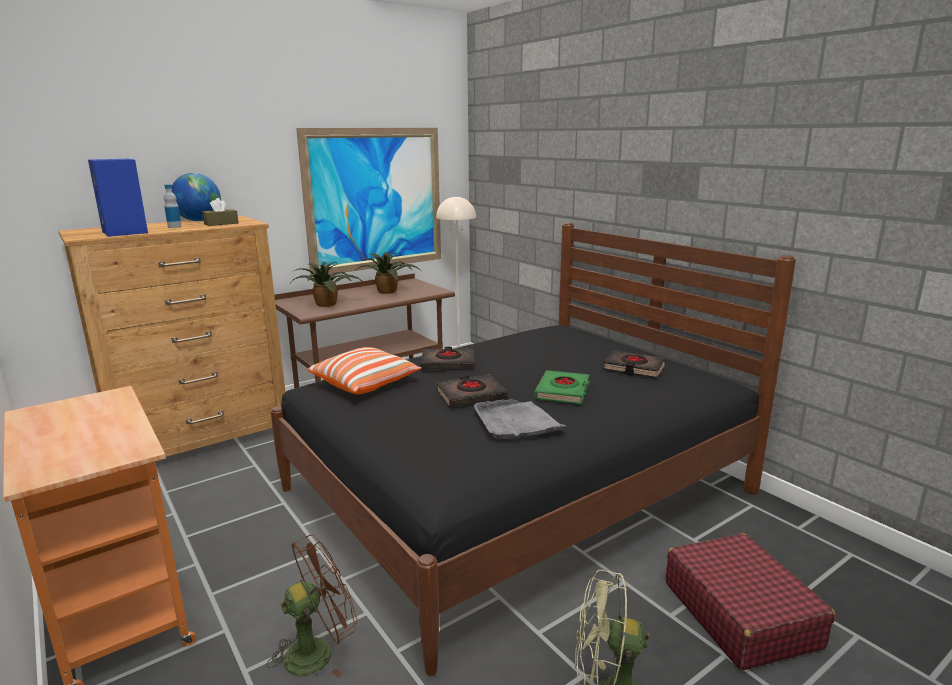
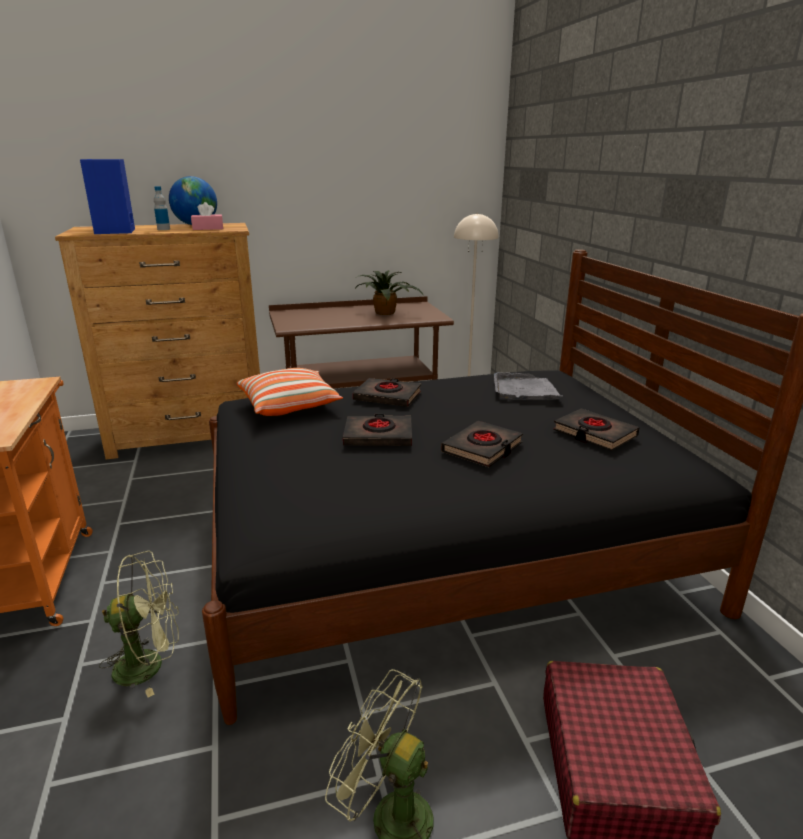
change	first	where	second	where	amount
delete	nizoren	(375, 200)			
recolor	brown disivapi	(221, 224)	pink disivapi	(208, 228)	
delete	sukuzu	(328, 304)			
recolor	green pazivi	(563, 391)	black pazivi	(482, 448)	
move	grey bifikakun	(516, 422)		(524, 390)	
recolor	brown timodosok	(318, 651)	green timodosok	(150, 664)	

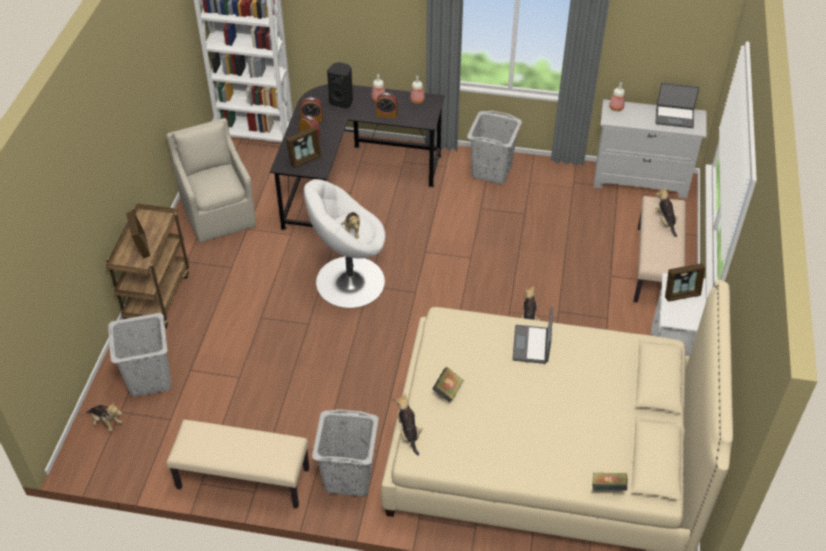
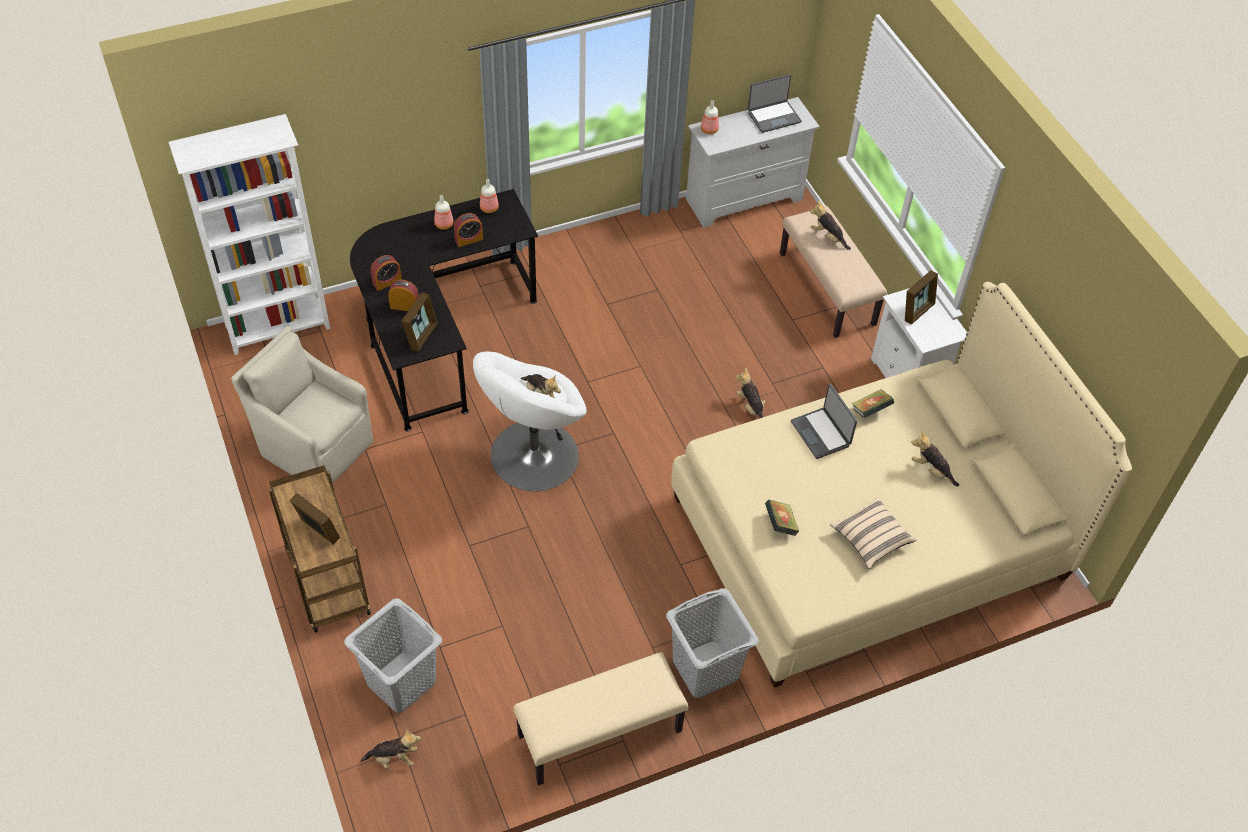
change	first	where	second	where	amount
delete	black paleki	(342, 102)			
delete	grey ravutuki	(492, 171)			
move	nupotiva	(408, 433)		(931, 470)	
move	pazivi	(608, 487)		(870, 410)	
insert			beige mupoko	(871, 539)	

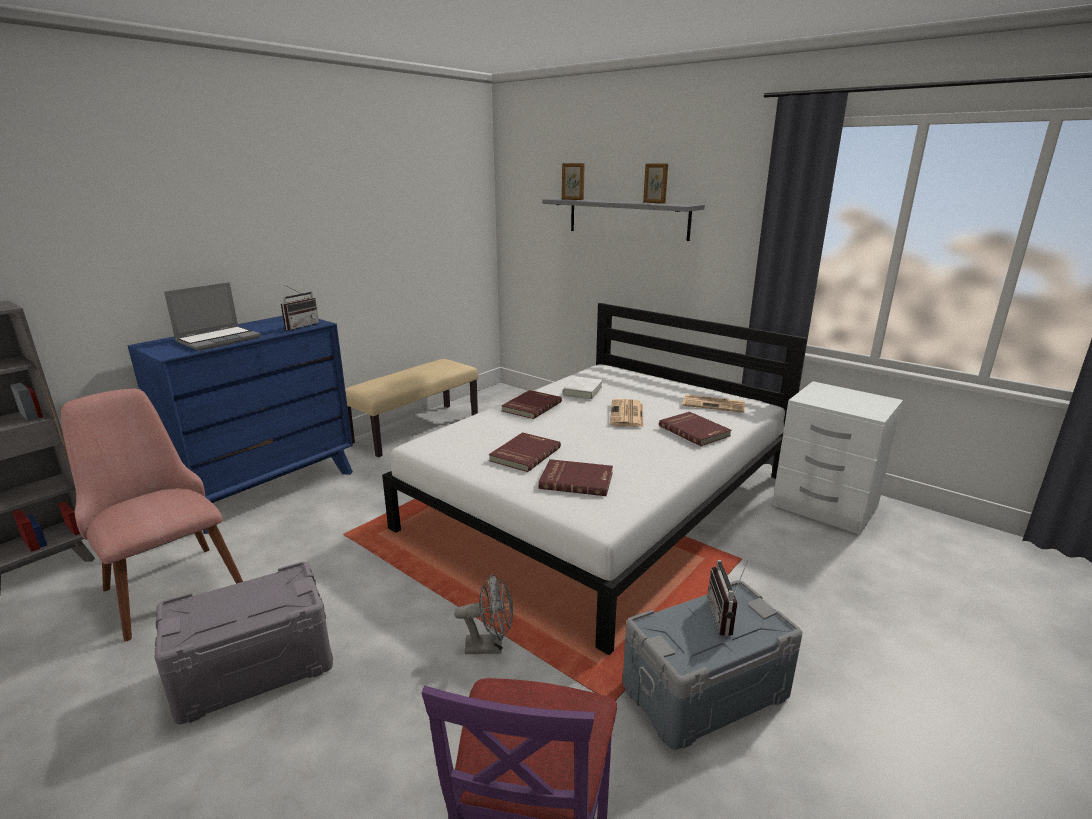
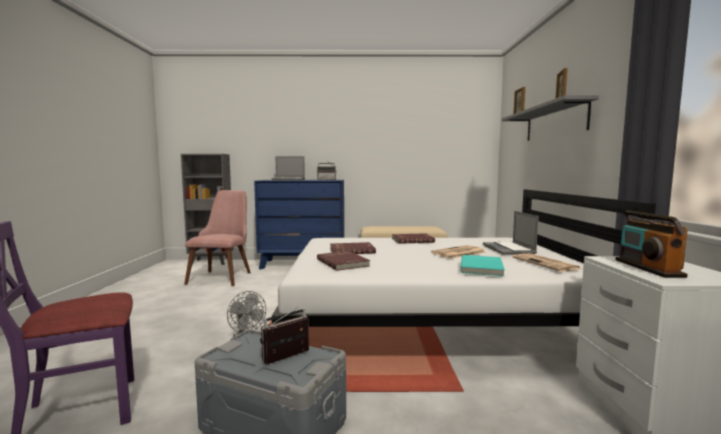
change	first	where	second	where	amount
delete	white pazivi	(582, 392)			
recolor	red pazivi	(695, 431)	turquoise pazivi	(482, 267)	
delete	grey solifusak	(254, 667)			
insert			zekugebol	(648, 268)	
insert			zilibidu	(509, 249)	

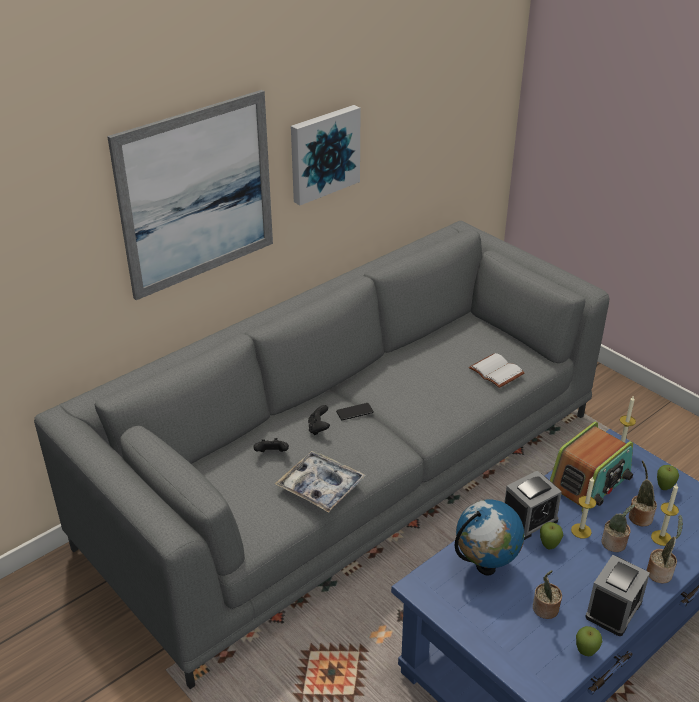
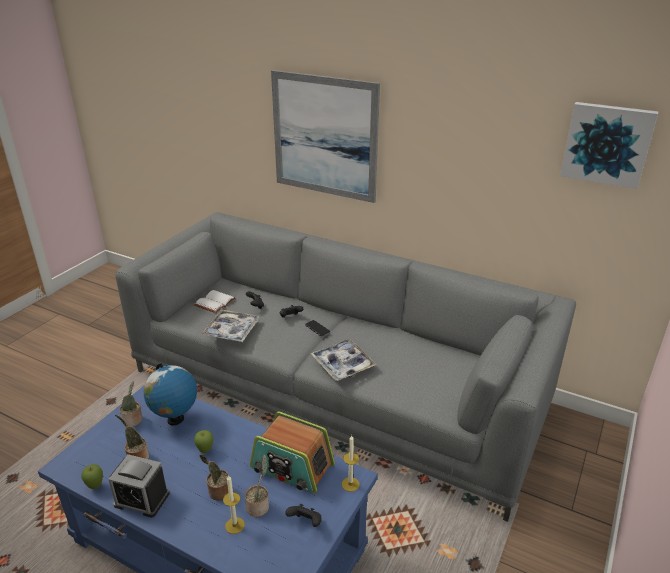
change	first	where	second	where	amount
move	nizoren	(323, 153)		(607, 144)	
move	white pazivi	(494, 372)		(214, 302)	
replace	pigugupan	(664, 488)	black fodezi	(305, 522)	
delete	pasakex	(529, 520)			
delete	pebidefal	(581, 531)			
move	sukuzu	(660, 572)		(133, 420)	
insert			bifikakun	(343, 364)	

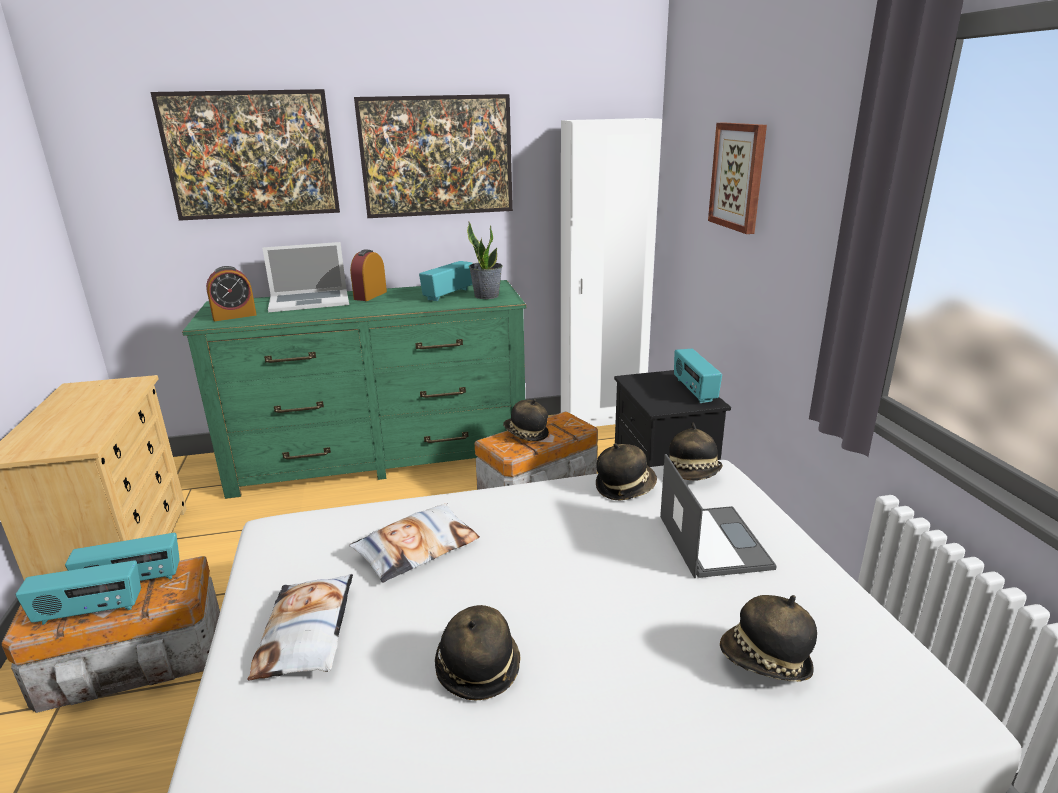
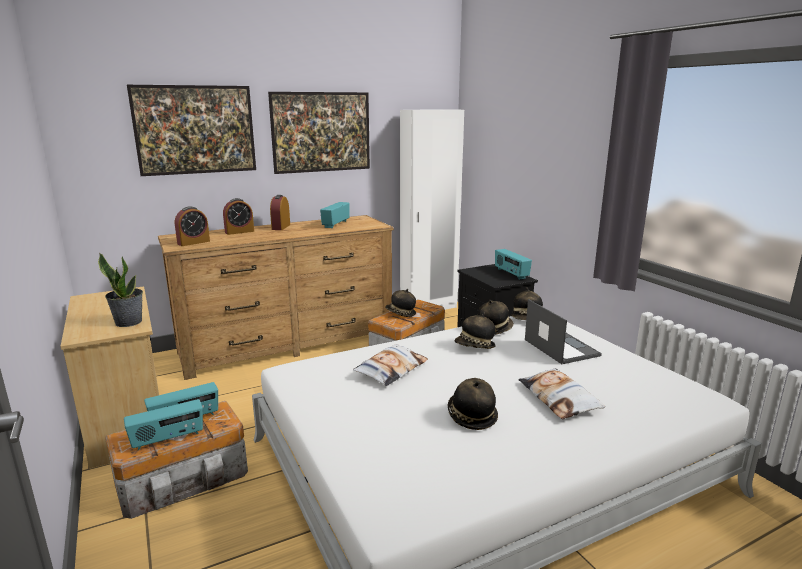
change	first	where	second	where	amount
delete	nizoren	(738, 176)			
move	sukuzu	(486, 295)		(129, 322)	
replace	zilibidu	(309, 301)	pasakex	(239, 232)	
recolor	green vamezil	(381, 457)	brown vamezil	(288, 344)	
move	mupoko	(308, 633)		(559, 398)	
move	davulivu	(765, 662)		(475, 347)	

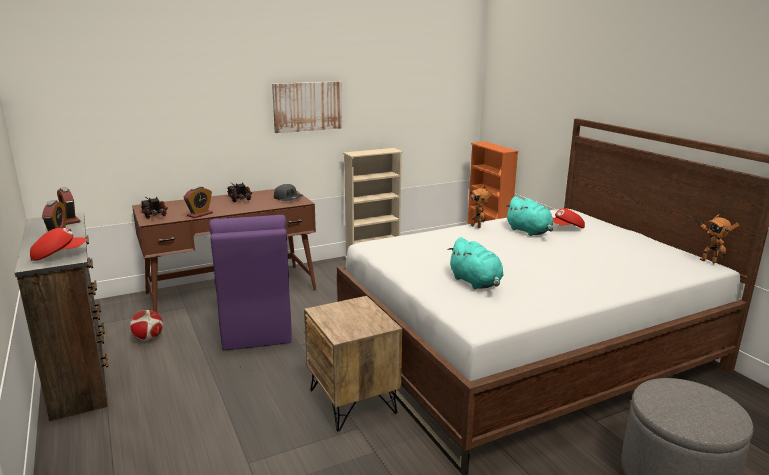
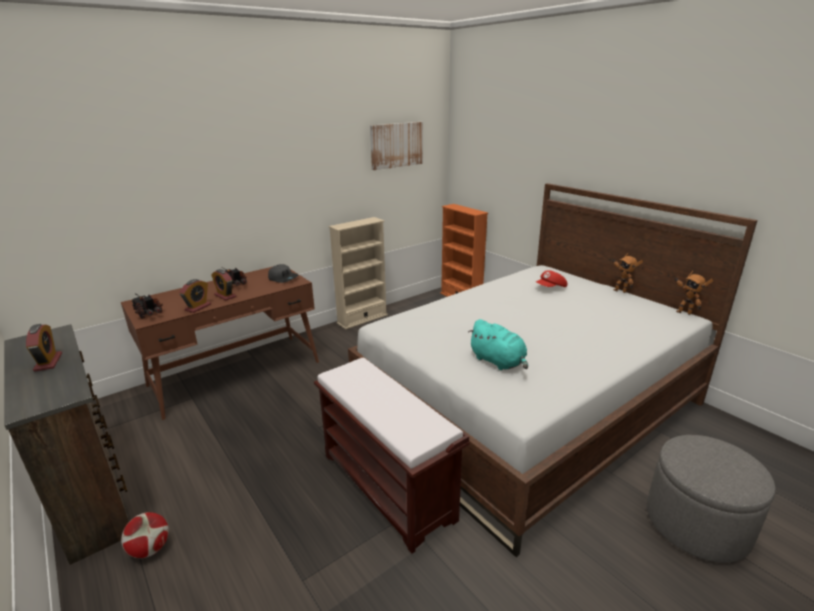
change	first	where	second	where	amount
move	nizoren	(307, 106)		(396, 145)	
move	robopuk	(477, 226)		(620, 291)	
move	pasakex	(69, 220)		(225, 296)	
delete	turquoise nupotiva	(529, 232)			
delete	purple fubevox	(255, 328)			
delete	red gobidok	(58, 255)			
replace	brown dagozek	(353, 401)	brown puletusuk	(388, 486)	
move	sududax	(148, 339)		(150, 549)	

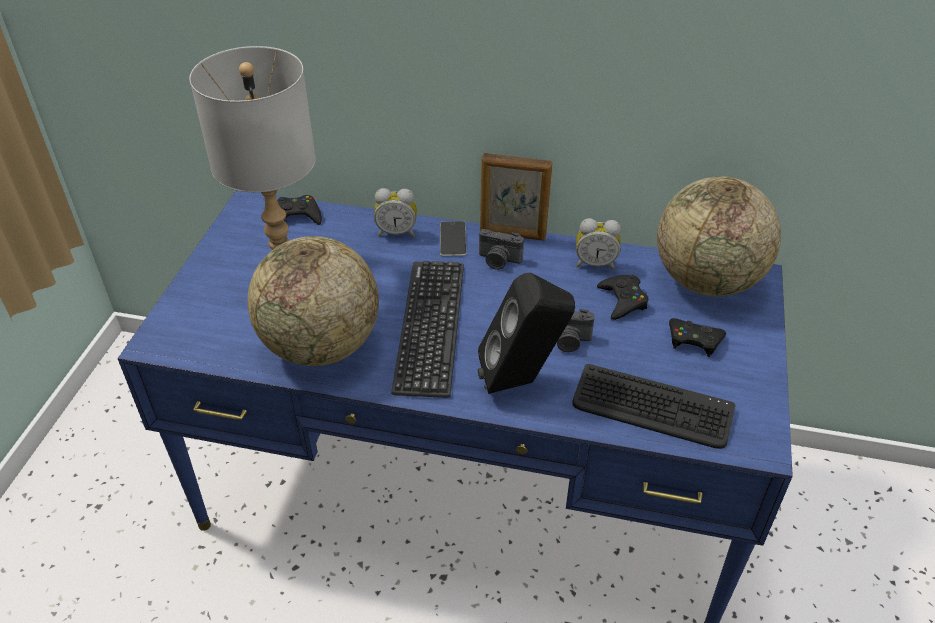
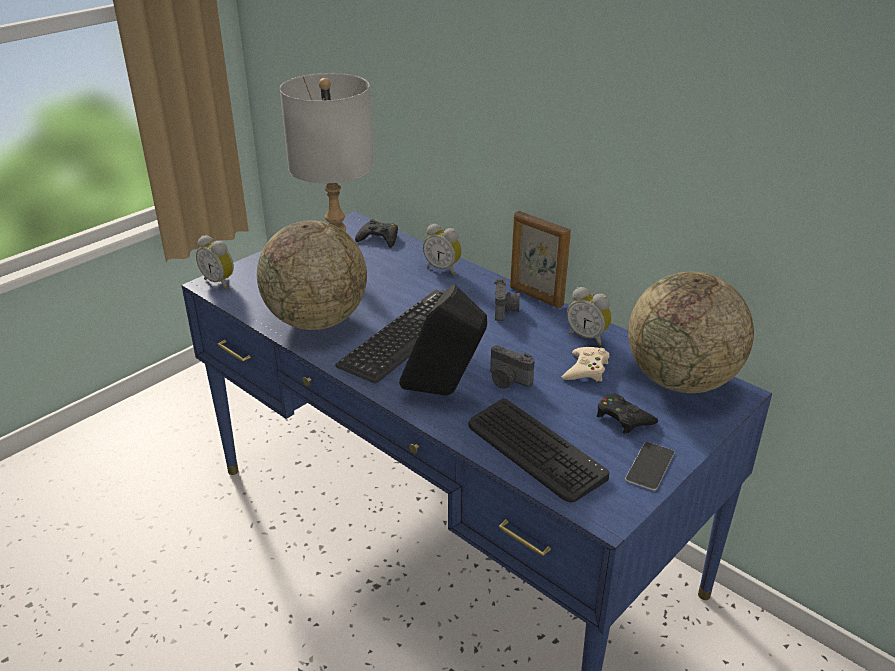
change	first	where	second	where	amount
move	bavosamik	(453, 239)		(650, 466)	
rotate	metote	(498, 261)		(506, 310)	135 degrees counterclockwise
recolor	black fodezi	(622, 300)	beige fodezi	(586, 369)	
insert			pasakex	(220, 281)	

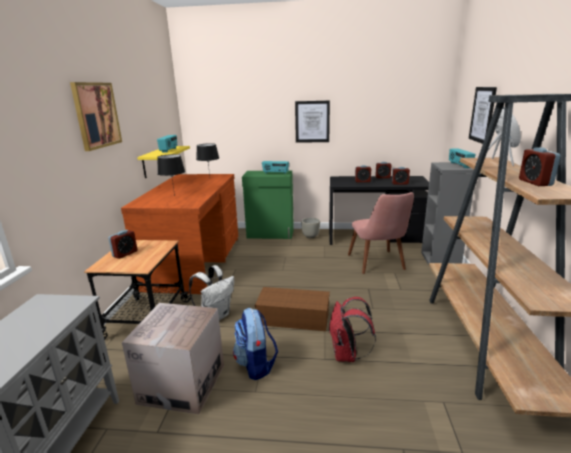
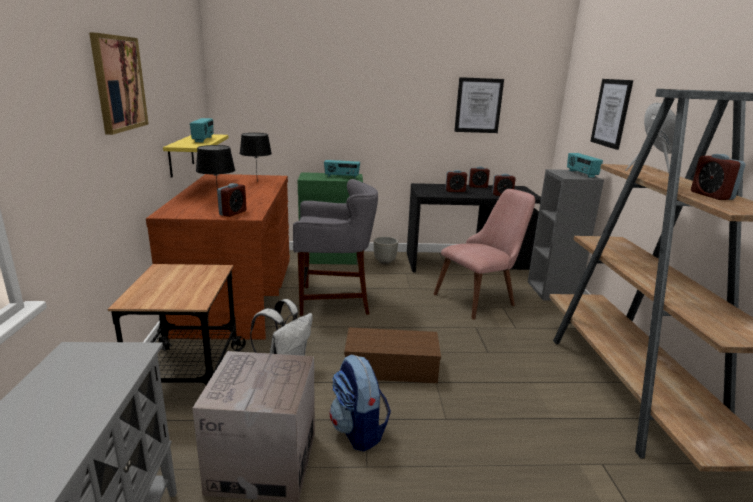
change	first	where	second	where	amount
move	nizoren	(312, 121)		(478, 105)	
rotate	pink fubevox	(379, 265)		(481, 297)	105 degrees counterclockwise
move	pasakex	(125, 254)		(233, 213)	
delete	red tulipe	(347, 355)			
insert			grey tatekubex	(333, 301)	

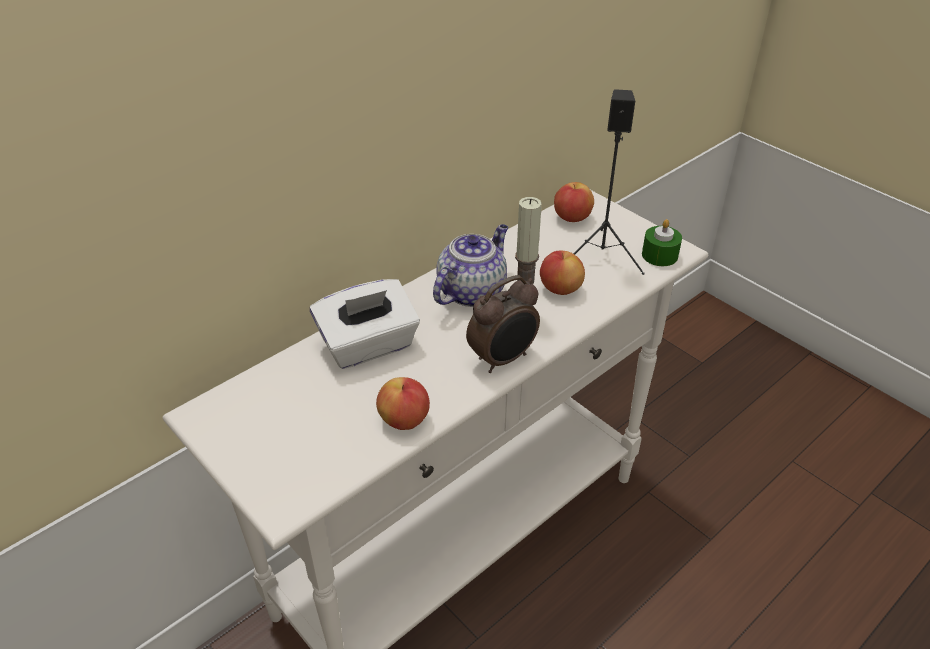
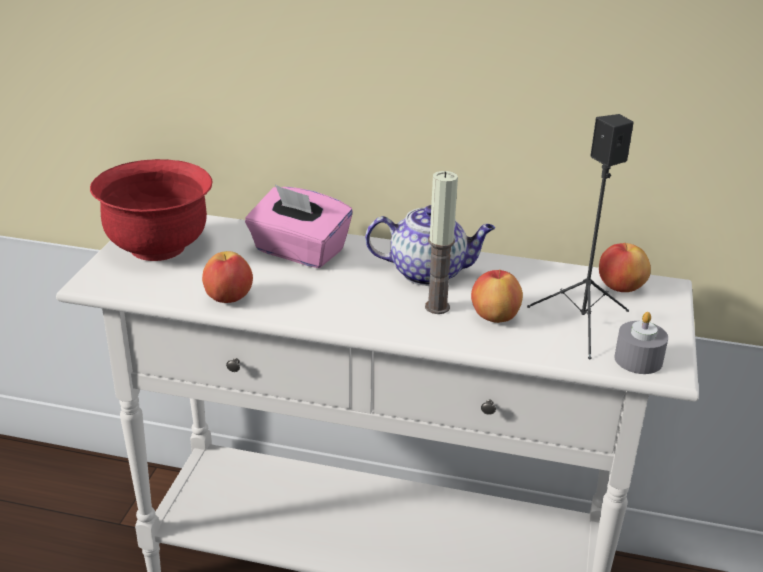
change	first	where	second	where	amount
recolor	green pebidefal	(659, 255)	grey pebidefal	(638, 360)	
delete	pasakex	(503, 359)			
recolor	white disivapi	(368, 346)	pink disivapi	(299, 252)	
insert			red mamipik	(158, 248)	

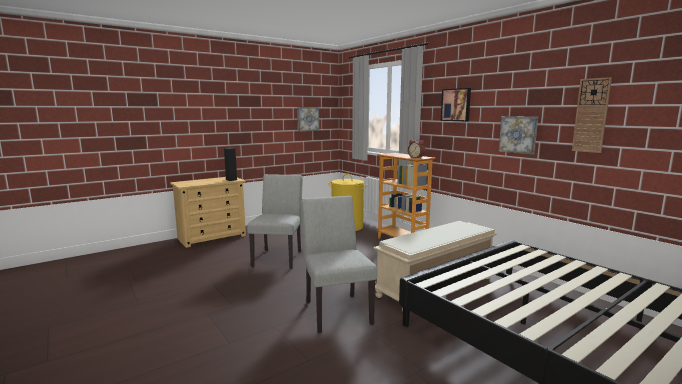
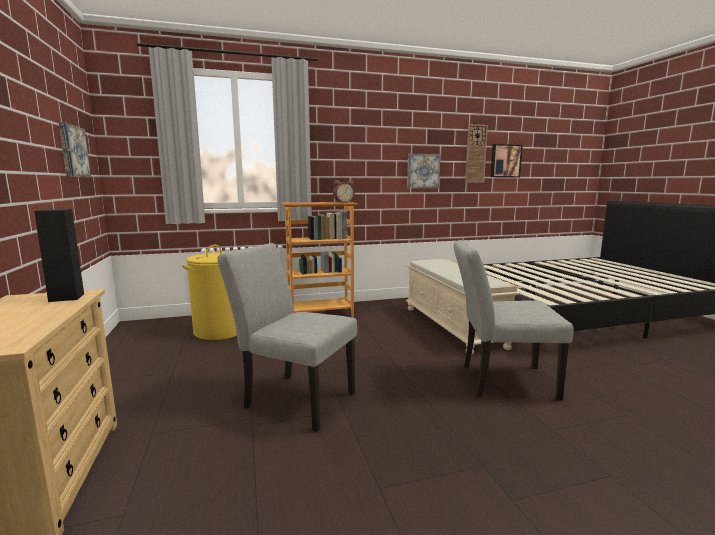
change	first	where	second	where	amount
move	nizoren	(456, 105)		(505, 161)	

